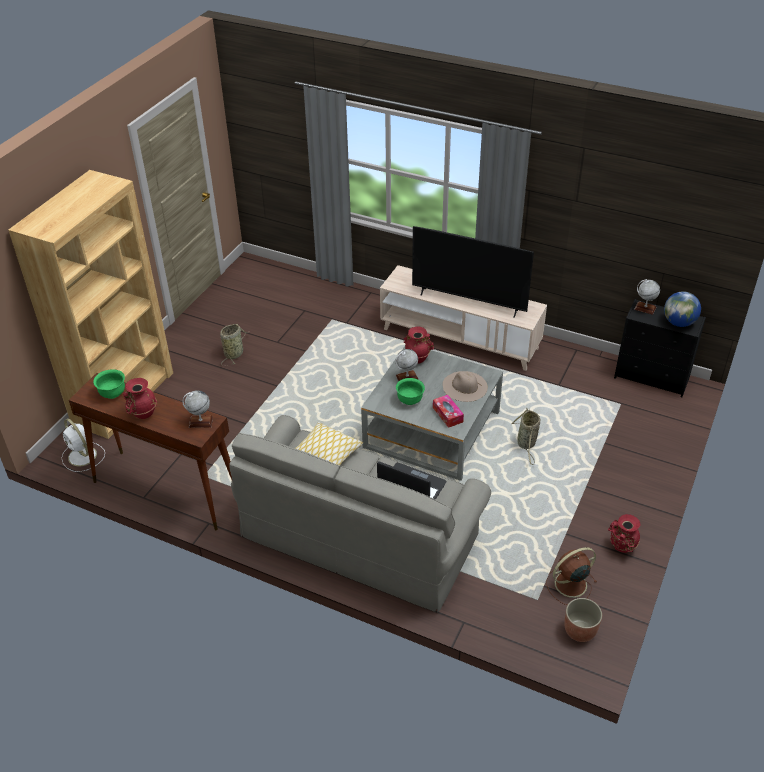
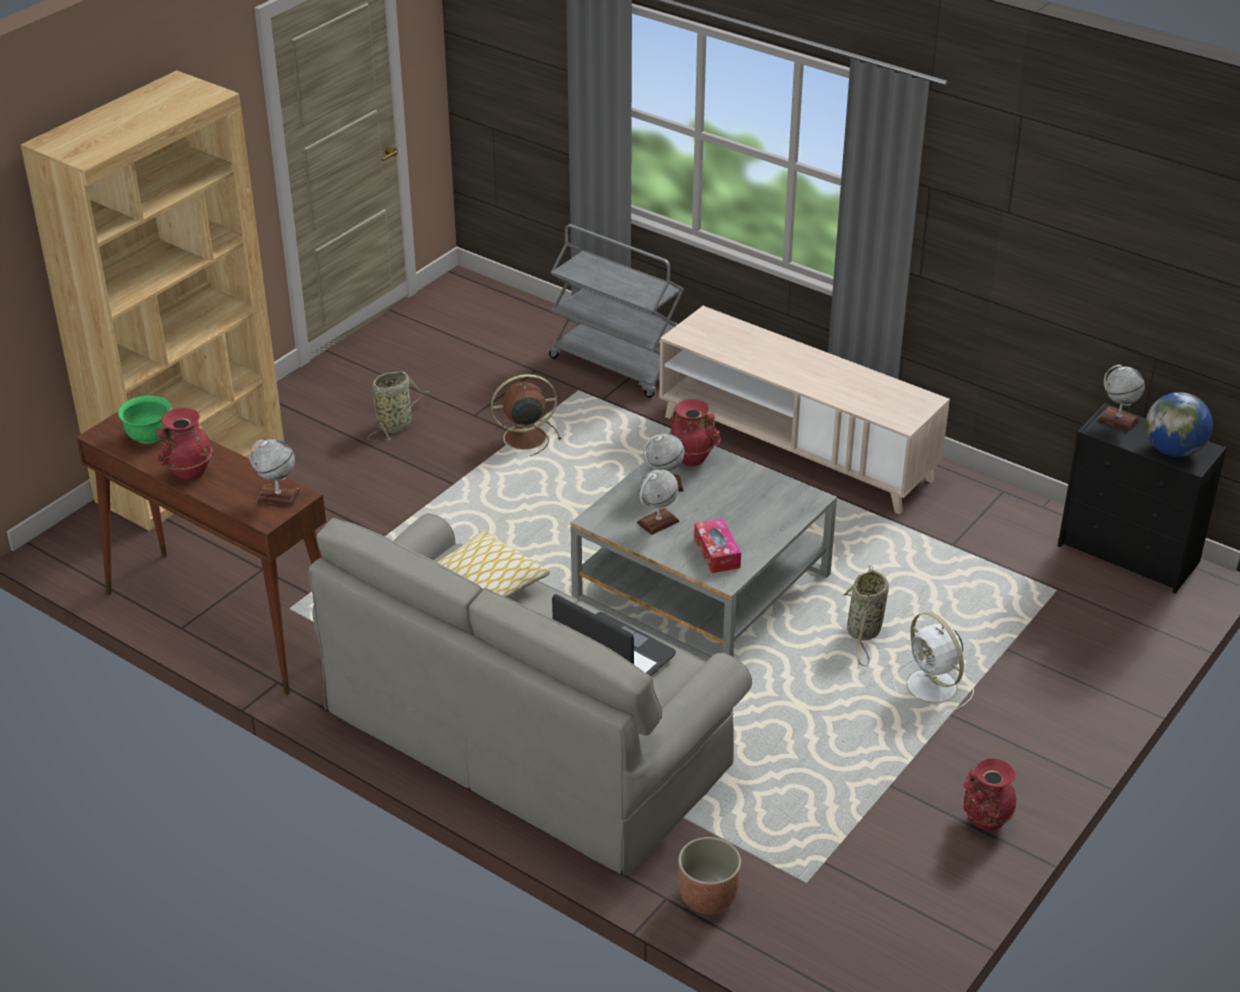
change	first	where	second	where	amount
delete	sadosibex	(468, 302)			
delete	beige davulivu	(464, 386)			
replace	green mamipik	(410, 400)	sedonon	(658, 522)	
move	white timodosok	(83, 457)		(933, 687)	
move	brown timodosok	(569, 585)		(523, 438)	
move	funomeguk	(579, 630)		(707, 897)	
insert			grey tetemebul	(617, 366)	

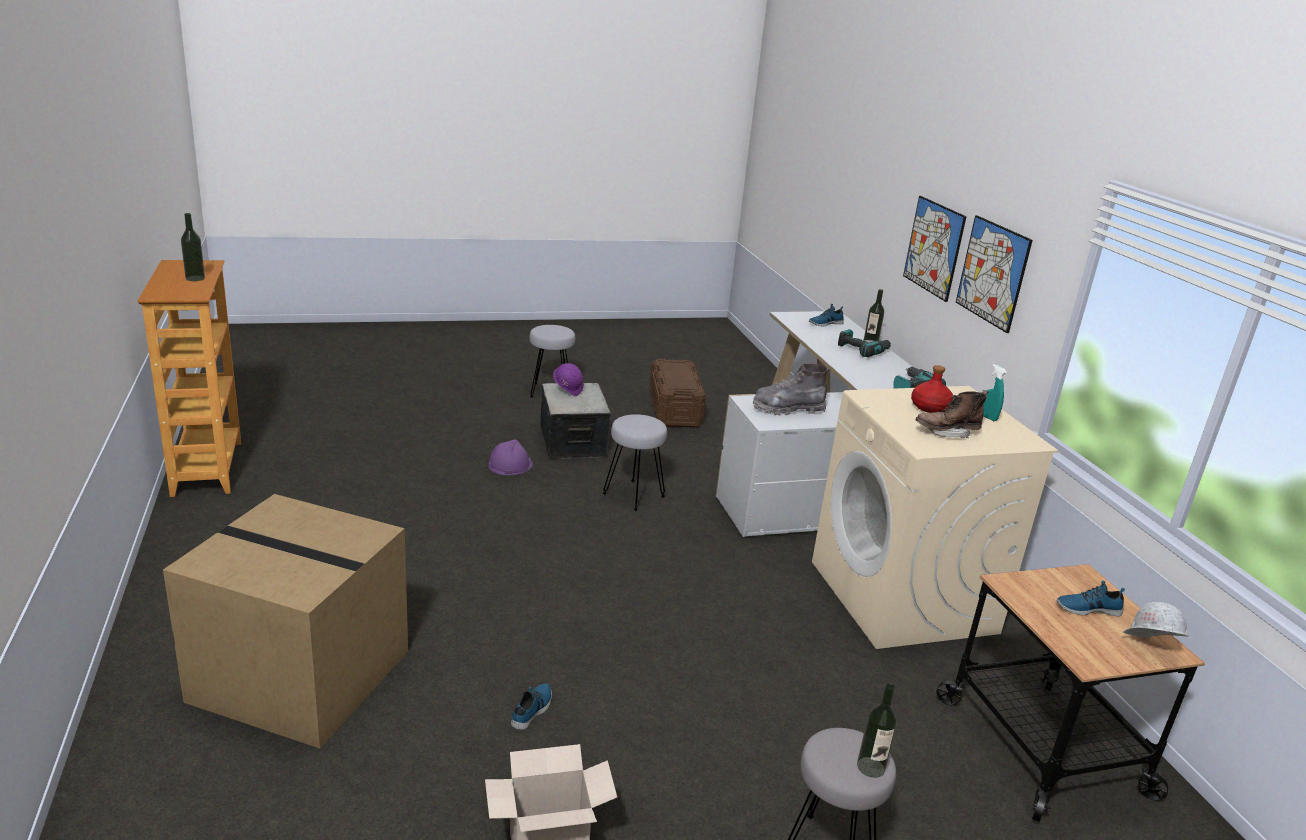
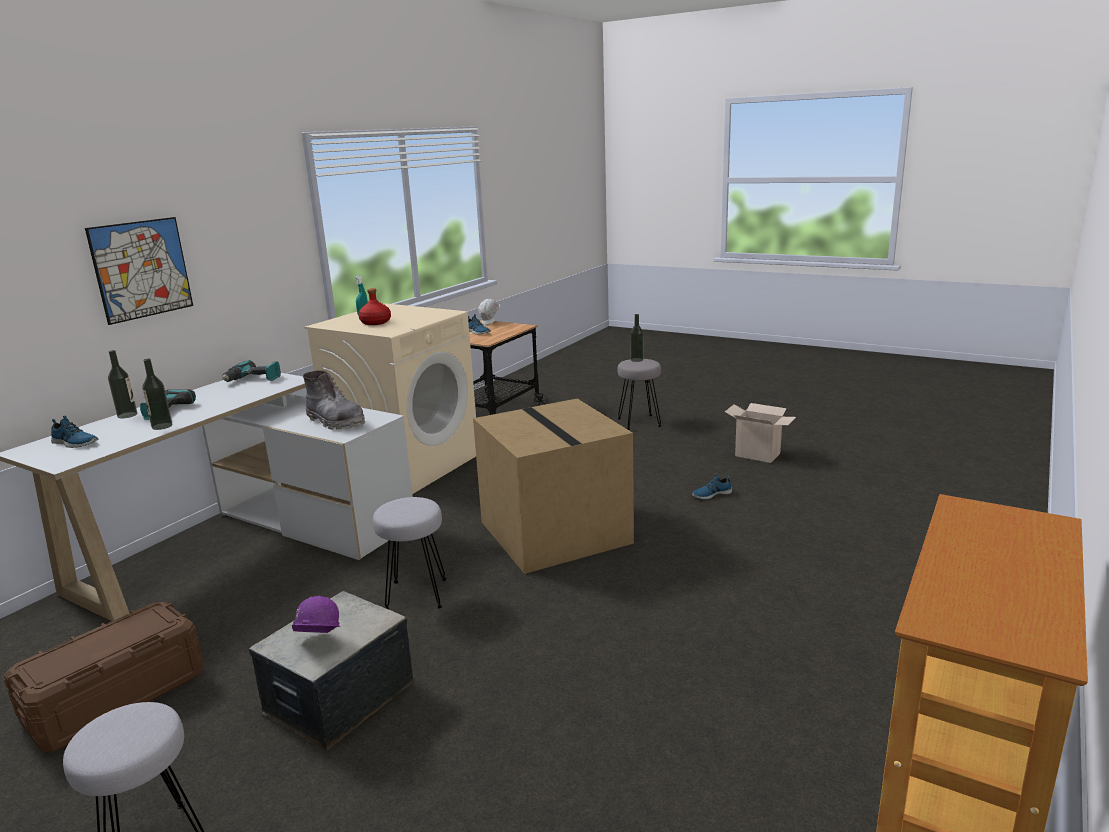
change	first	where	second	where	amount
move	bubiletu	(195, 278)		(162, 426)	
delete	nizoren	(992, 273)			
delete	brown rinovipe	(946, 432)			
delete	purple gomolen	(510, 464)			
move	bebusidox	(305, 674)		(552, 532)	

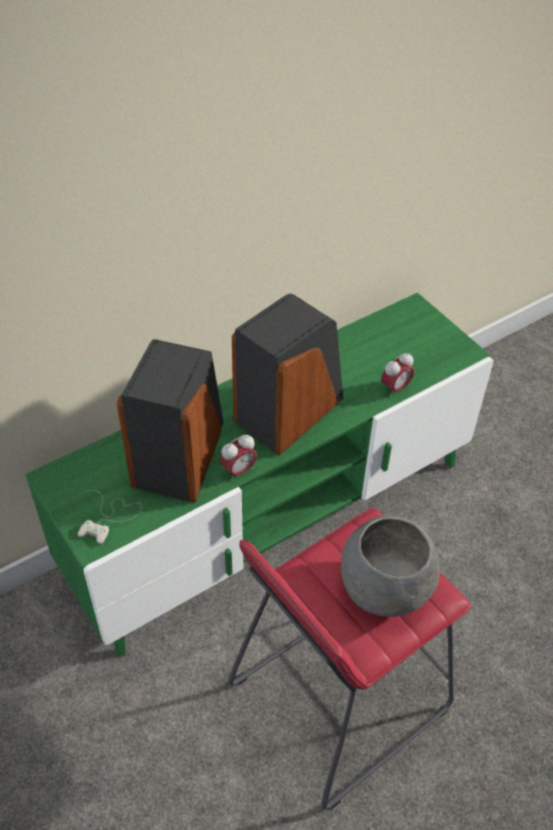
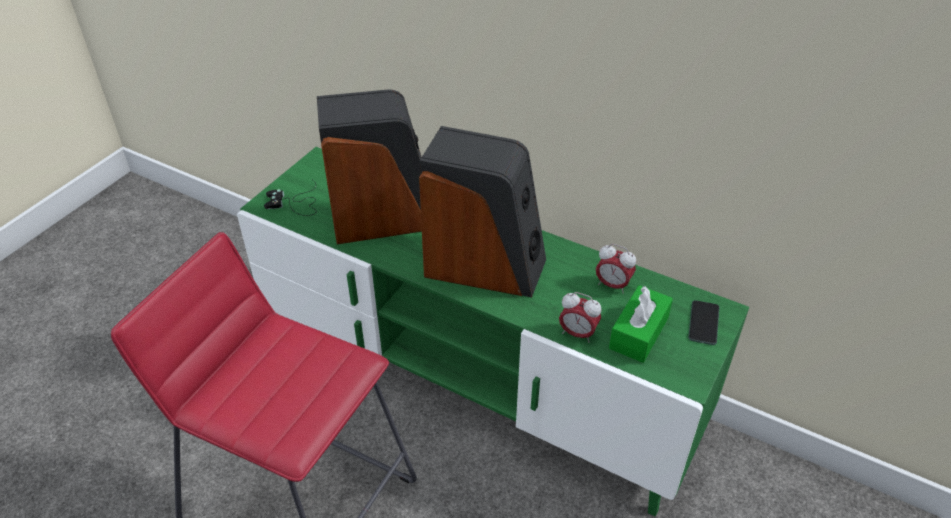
change	first	where	second	where	amount
move	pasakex	(238, 471)		(612, 285)	
recolor	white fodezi	(109, 517)	black fodezi	(295, 203)	
delete	grey mamipik	(384, 588)			
insert			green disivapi	(638, 333)	
insert			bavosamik	(703, 323)	

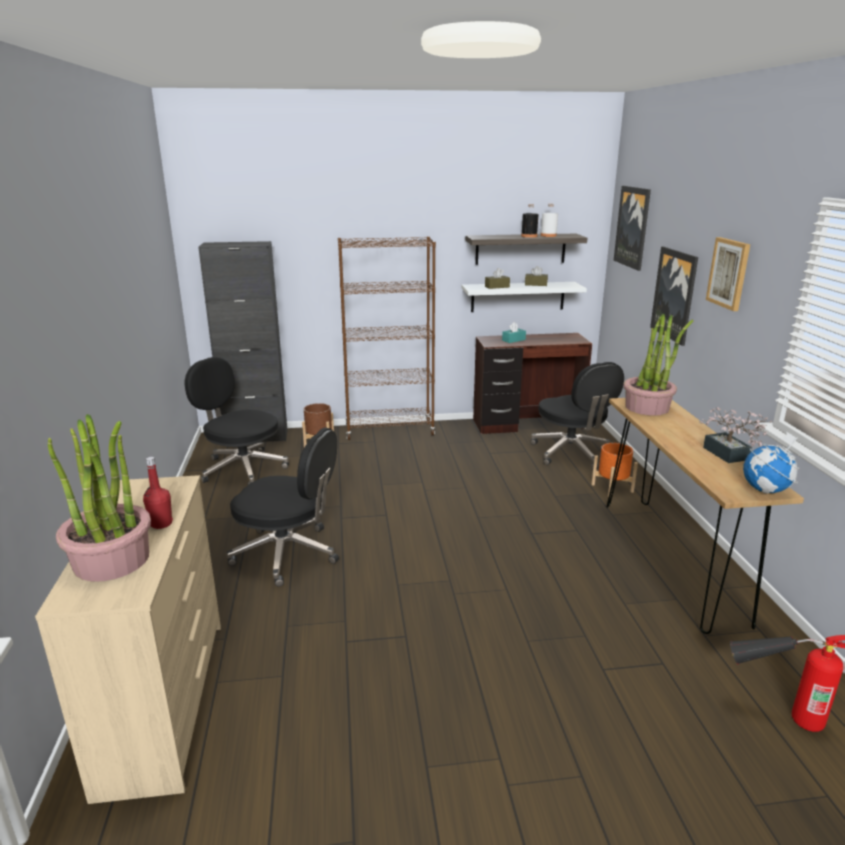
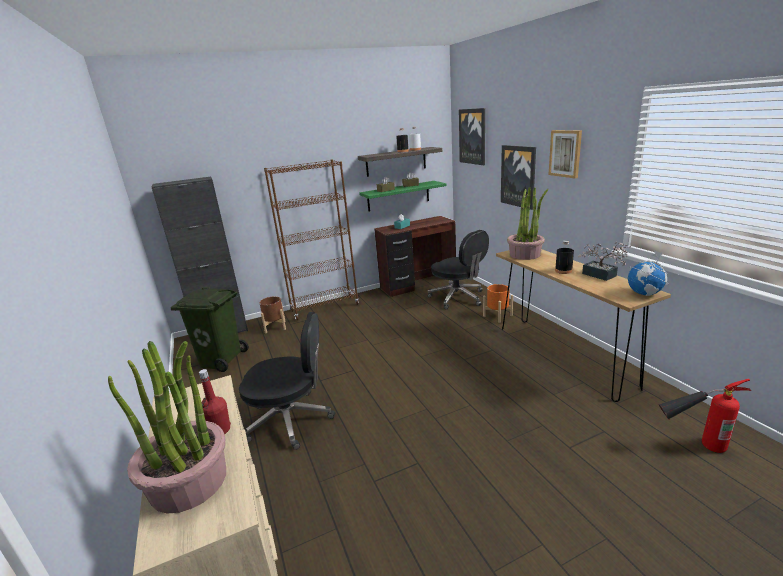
change	first	where	second	where	amount
recolor	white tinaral	(517, 296)	green tinaral	(398, 196)	
replace	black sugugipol	(242, 468)	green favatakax	(221, 359)	
insert			black bubiletu	(563, 271)	

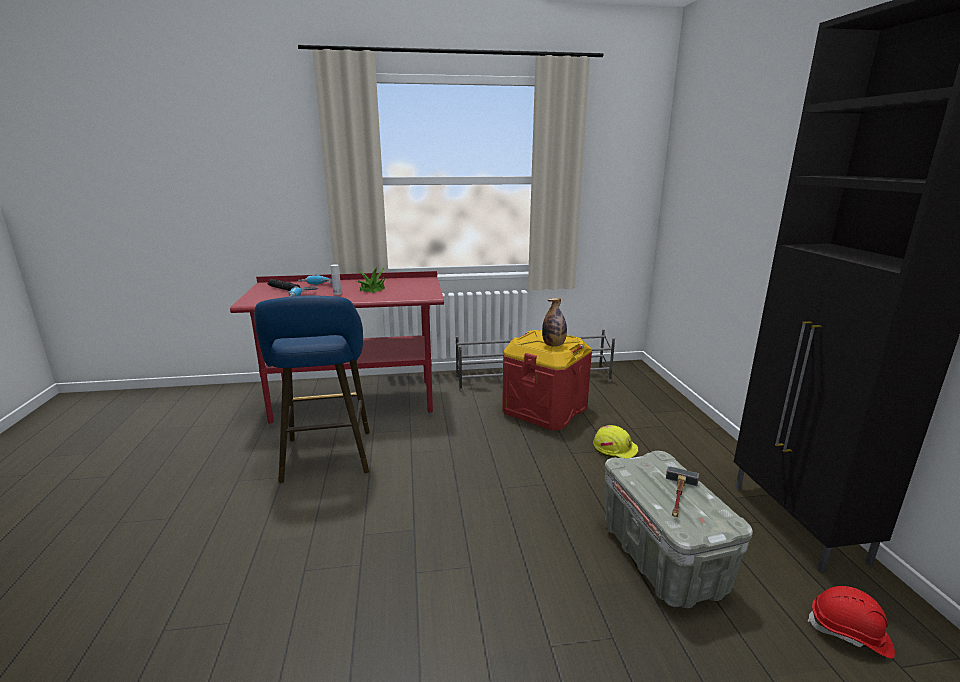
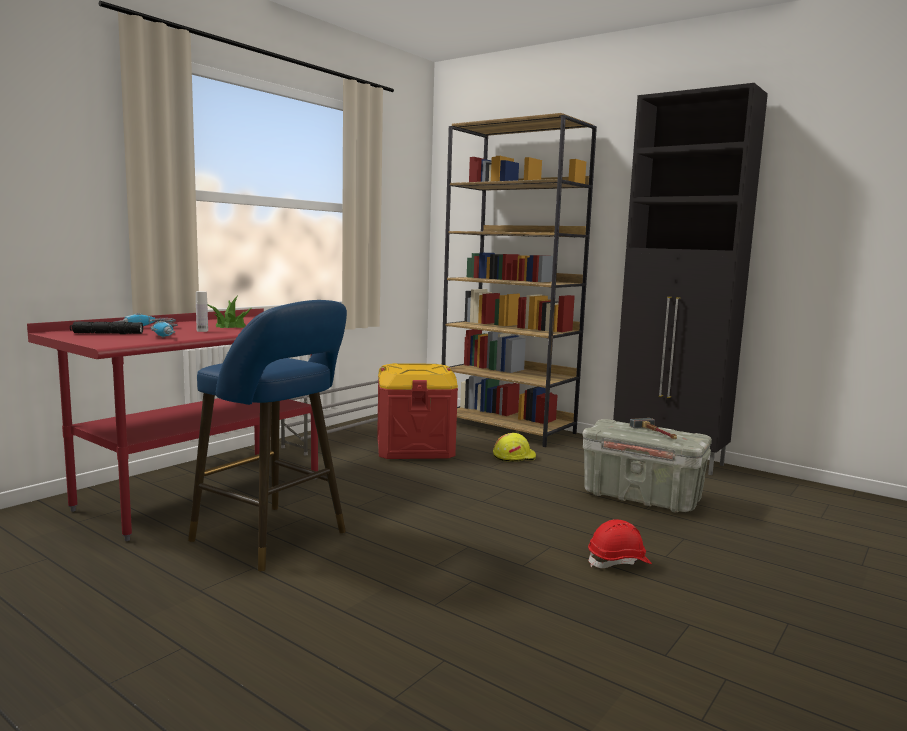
change	first	where	second	where	amount
delete	bubiletu	(553, 345)			
move	red gomolen	(849, 633)		(619, 562)	
insert			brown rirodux	(508, 428)	

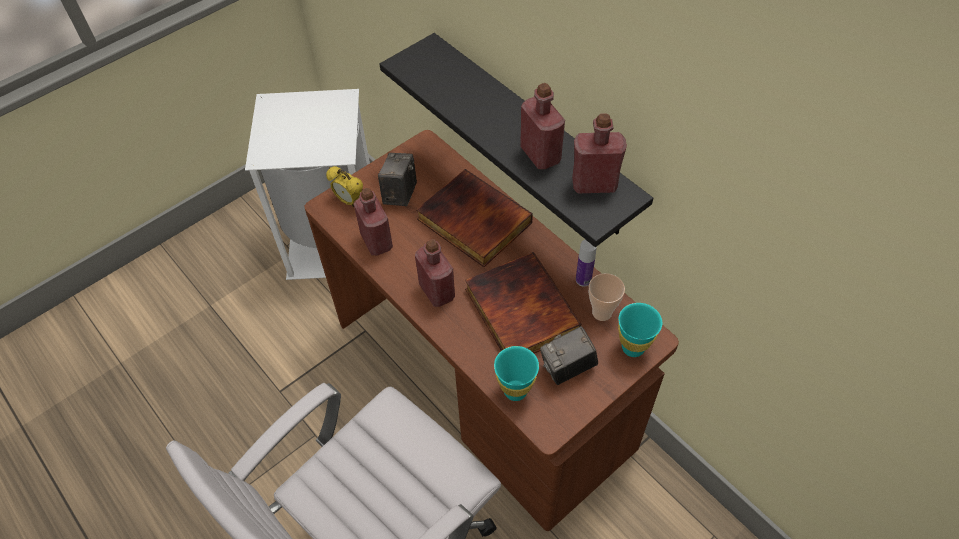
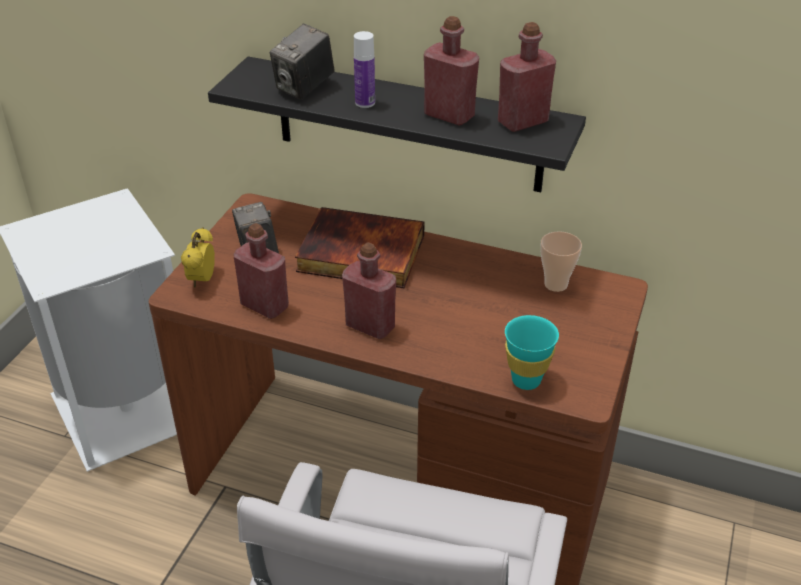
change	first	where	second	where	amount
rotate	pasakex	(349, 201)		(202, 280)	90 degrees clockwise
move	bubiletu	(583, 280)		(365, 103)	
delete	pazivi	(519, 311)			
delete	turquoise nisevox	(633, 347)			
move	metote	(567, 368)		(304, 88)	

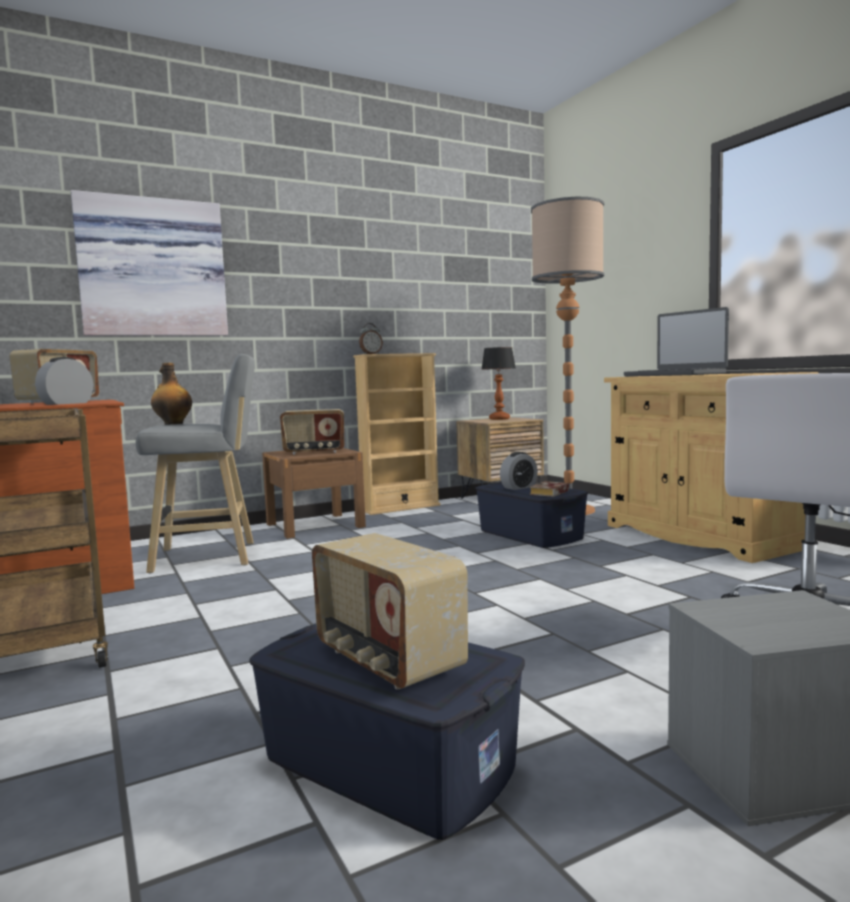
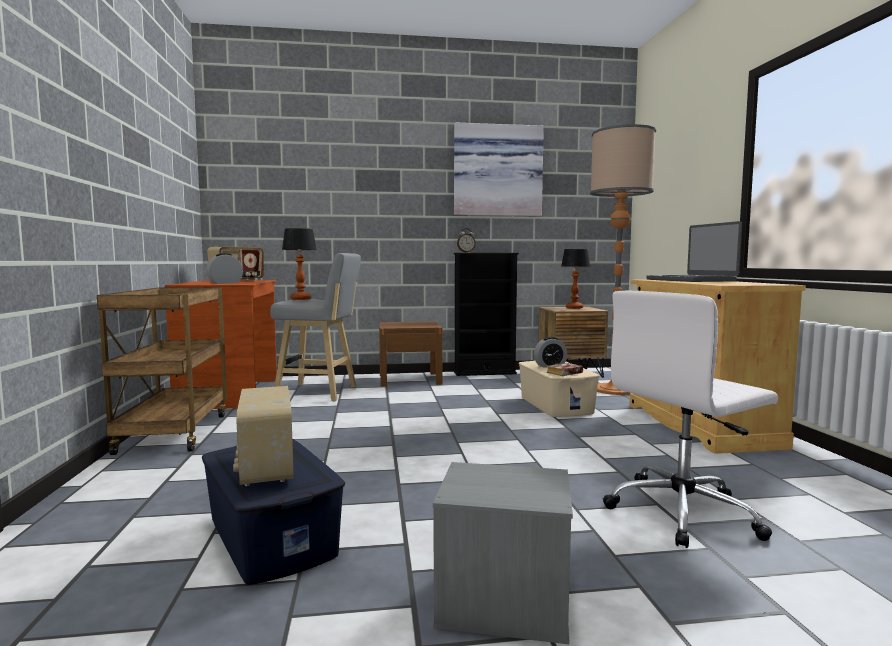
change	first	where	second	where	amount
move	nizoren	(152, 268)		(497, 171)	
recolor	beige rirodux	(400, 508)	black rirodux	(484, 373)	
replace	bubiletu	(173, 423)	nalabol	(300, 299)	
delete	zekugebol	(314, 452)			
recolor	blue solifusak	(530, 534)	beige solifusak	(556, 405)	

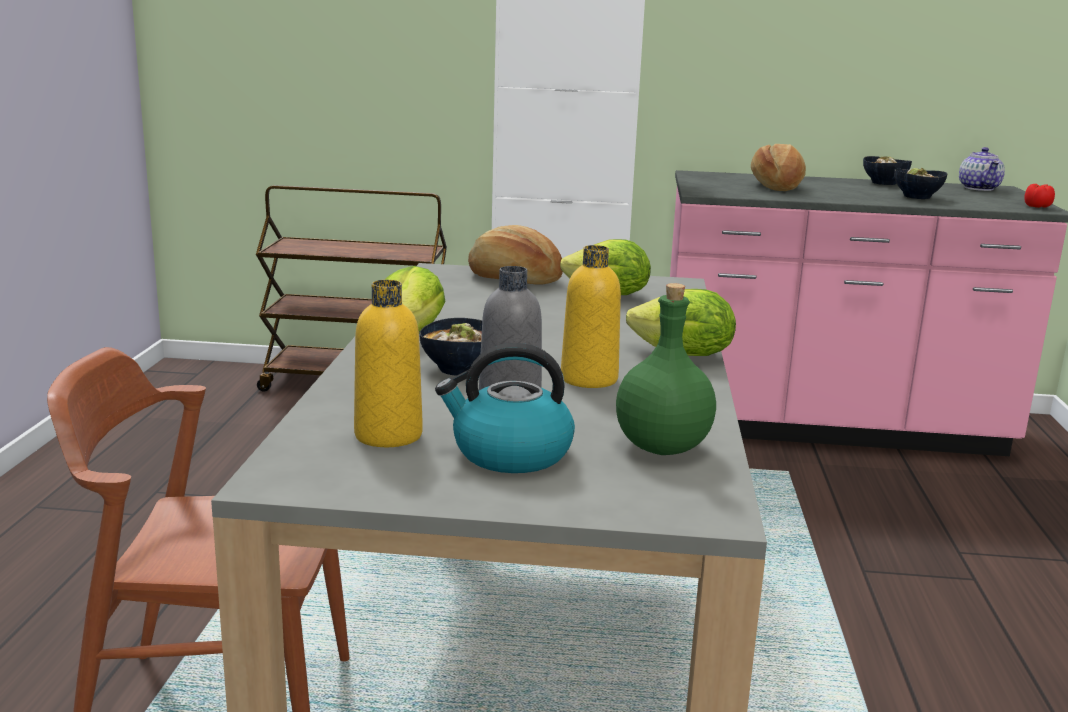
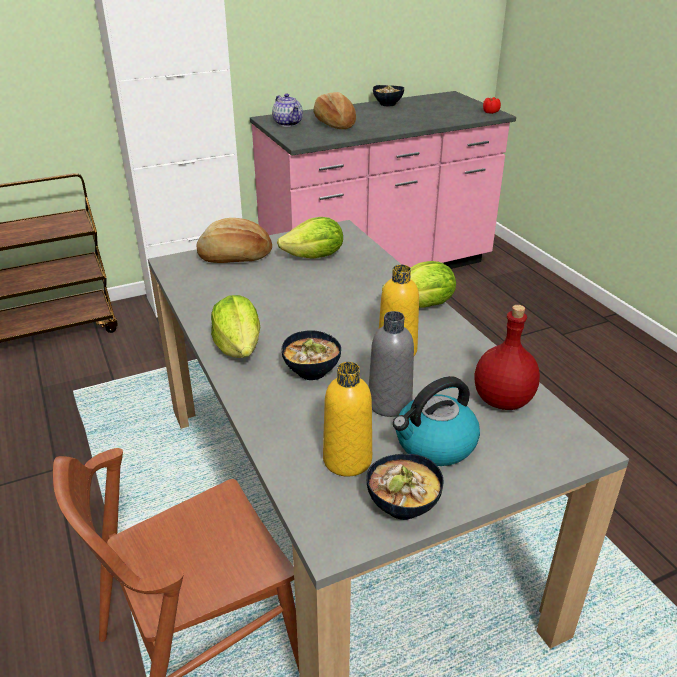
change	first	where	second	where	amount
move	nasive	(979, 188)		(288, 123)	
move	mamipik	(916, 197)		(401, 505)	
recolor	green bubiletu	(663, 448)	red bubiletu	(503, 401)	

